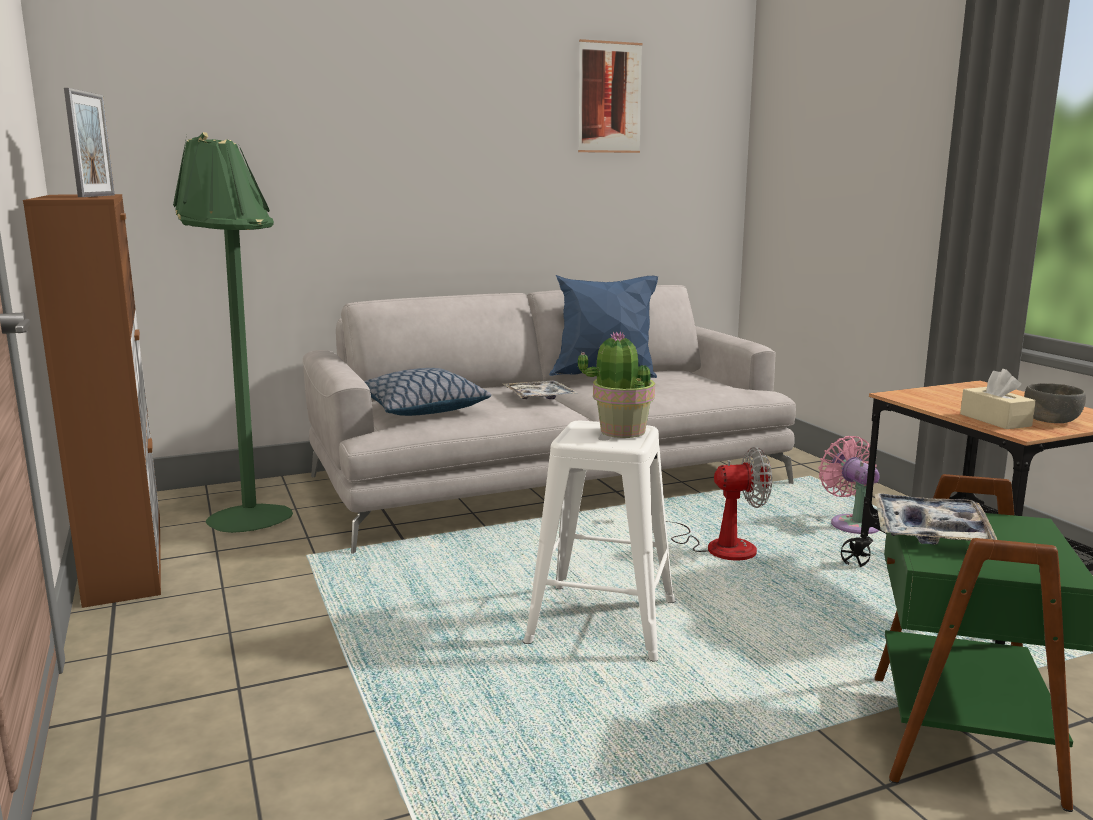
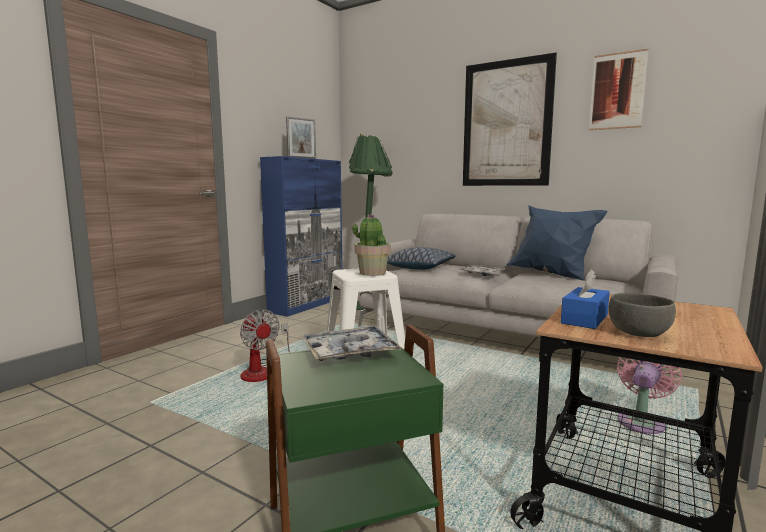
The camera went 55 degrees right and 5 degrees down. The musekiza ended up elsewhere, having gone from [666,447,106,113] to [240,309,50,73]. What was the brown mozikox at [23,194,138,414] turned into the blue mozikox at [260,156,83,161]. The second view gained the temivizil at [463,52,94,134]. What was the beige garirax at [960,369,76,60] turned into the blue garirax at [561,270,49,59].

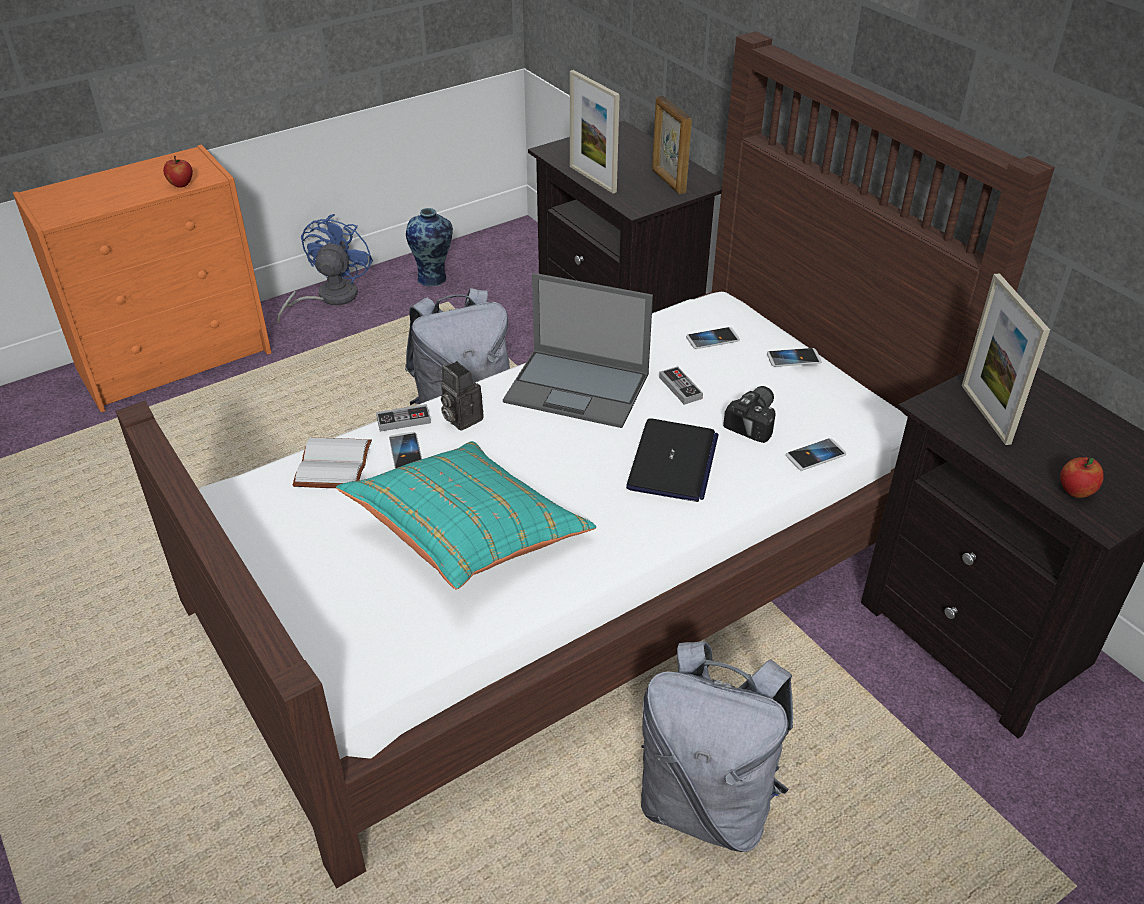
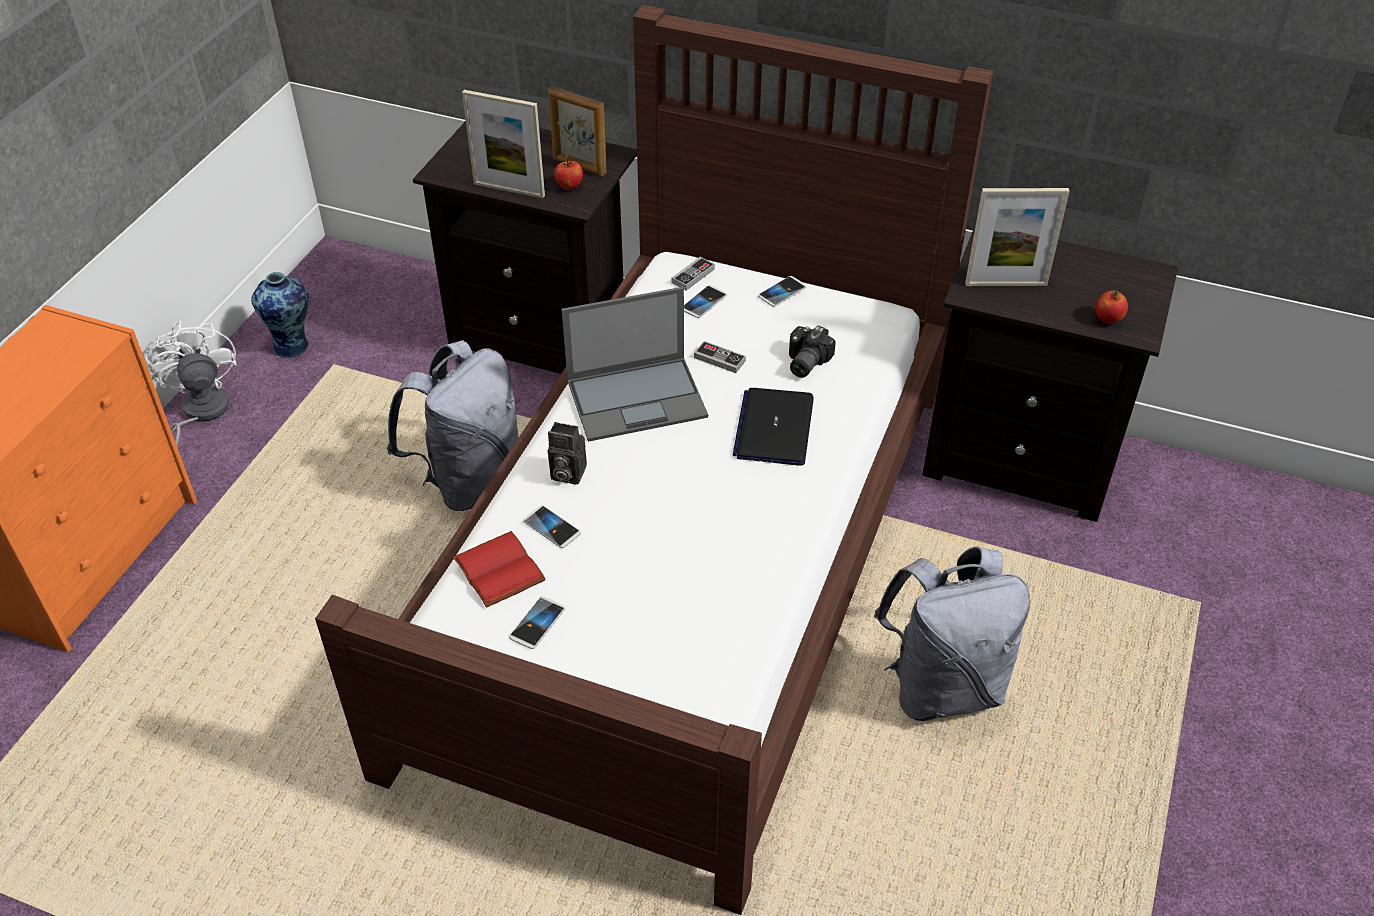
The camera went 35 degrees left and 5 degrees up. What was the blue musekiza at [277,214,96,109] turned into the white musekiza at [146,321,91,124]. What was the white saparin at [293,437,79,51] turned into the red saparin at [453,531,93,76]. The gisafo ended up elsewhere, having gone from [786,438,60,33] to [509,596,56,53]. The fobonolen ended up elsewhere, having gone from [163,156,30,32] to [554,159,29,31]. The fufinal ended up elsewhere, having gone from [376,404,55,28] to [672,257,43,34]. The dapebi at [626,418,92,84] ended up facing another way, 150 degrees counterclockwise from before. The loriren at [723,386,53,57] ended up facing another way, 150 degrees counterclockwise from before. The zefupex at [962,273,88,172] ended up facing another way, 45 degrees counterclockwise from before. The second view lost the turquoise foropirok at [336,441,260,148].

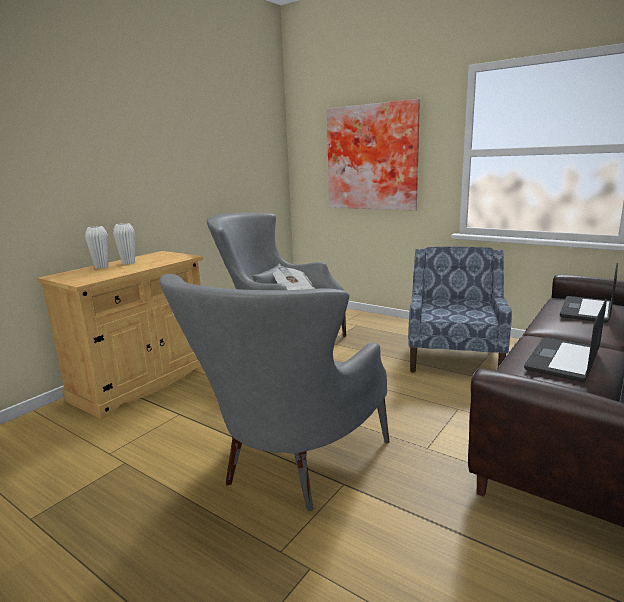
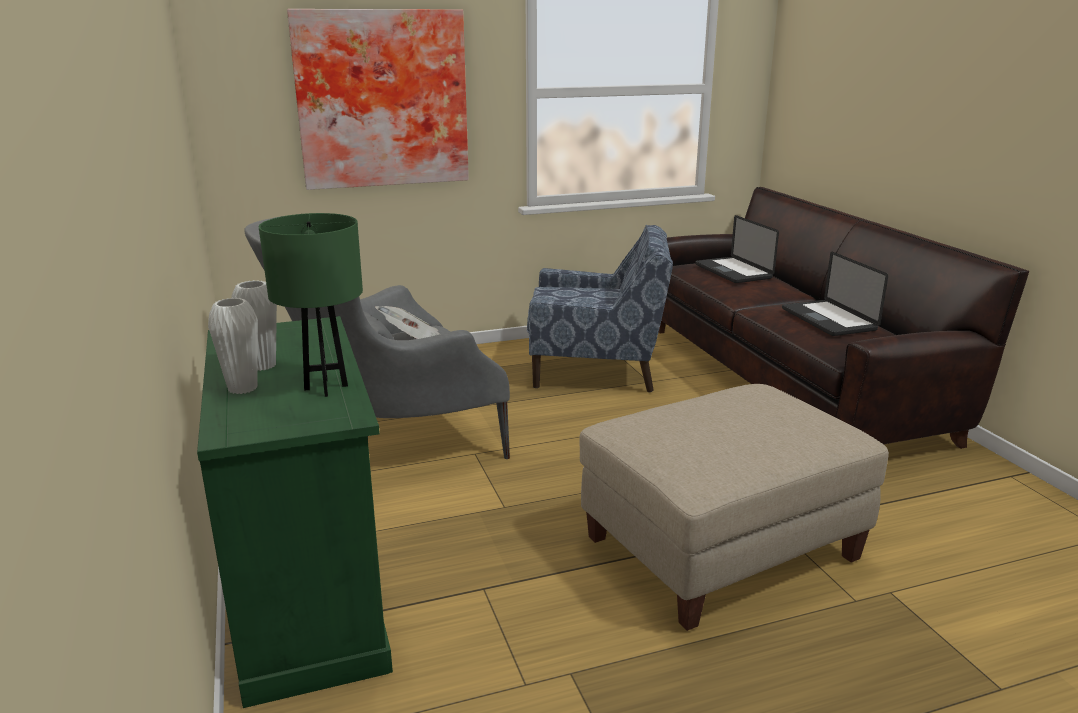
The camera went 55 degrees left and 5 degrees up. What was the beige mozikox at [37,251,166,168] turned into the green mozikox at [197,316,196,392]. The second view gained the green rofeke at [259,213,104,184]. The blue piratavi at [408,247,104,126] ended up facing another way, 135 degrees clockwise from before. Where the grey piratavi stood at [160,274,229,237], the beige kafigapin came to stand at [579,384,310,247].

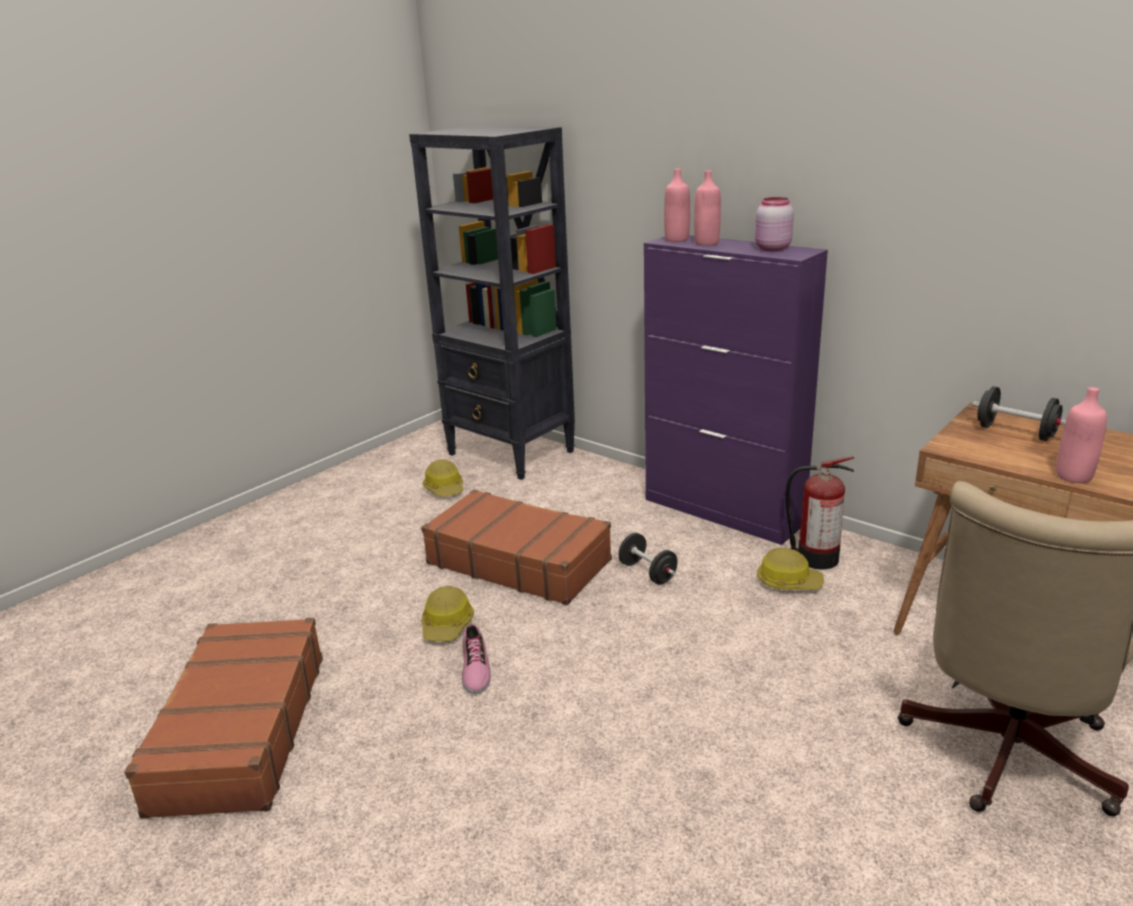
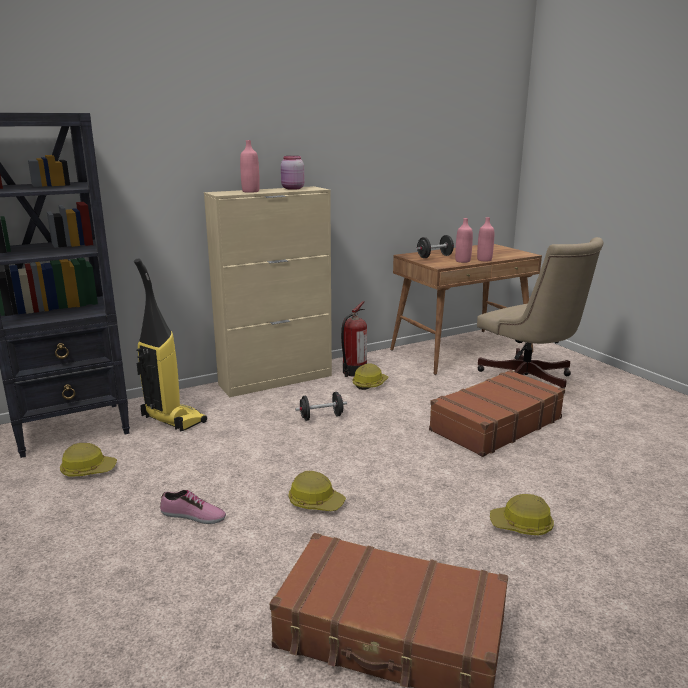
The camera went 70 degrees left and 5 degrees down. The second view gained the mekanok at [134,259,73,173]. The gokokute ended up elsewhere, having gone from [461,624,30,70] to [160,490,66,34]. What was the purple mozikox at [644,235,184,310] turned into the beige mozikox at [204,186,128,211]. The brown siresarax ended up elsewhere, having gone from [421,489,191,116] to [429,370,136,87]. The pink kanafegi ended up elsewhere, having gone from [664,169,26,73] to [455,218,18,45]. The second view gained the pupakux at [490,494,64,42].

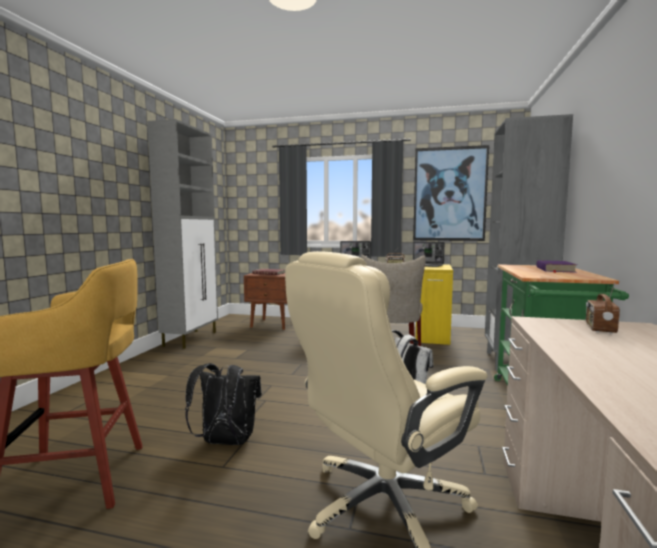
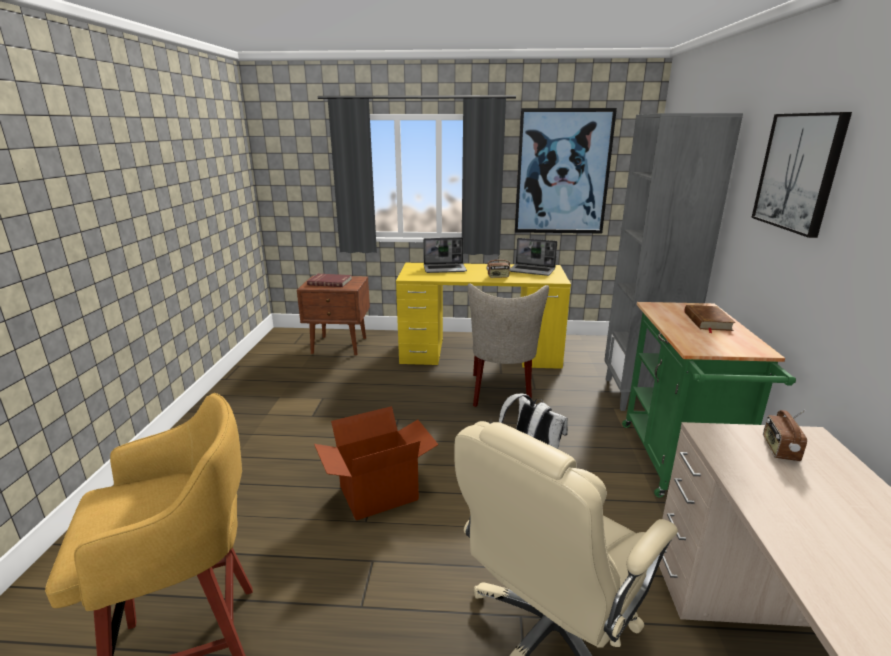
The camera went 10 degrees left and 15 degrees up. The second view gained the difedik at [314,406,125,114]. What was the purple saparin at [536,260,41,13] turned into the brown saparin at [684,305,52,28]. The second view gained the temivizil at [751,112,101,126]. The second view lost the grey mozikox at [147,119,71,230]. The second view lost the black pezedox at [185,363,77,82].

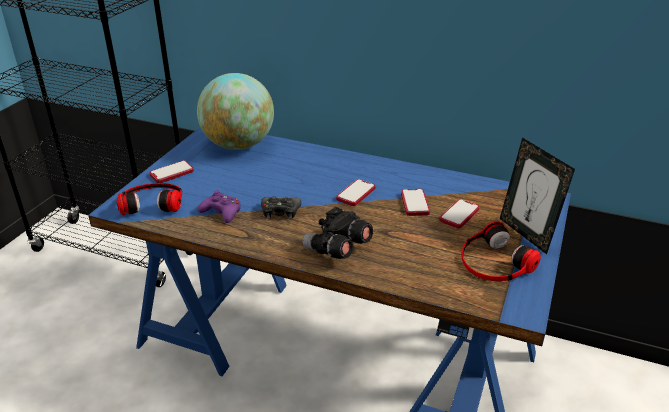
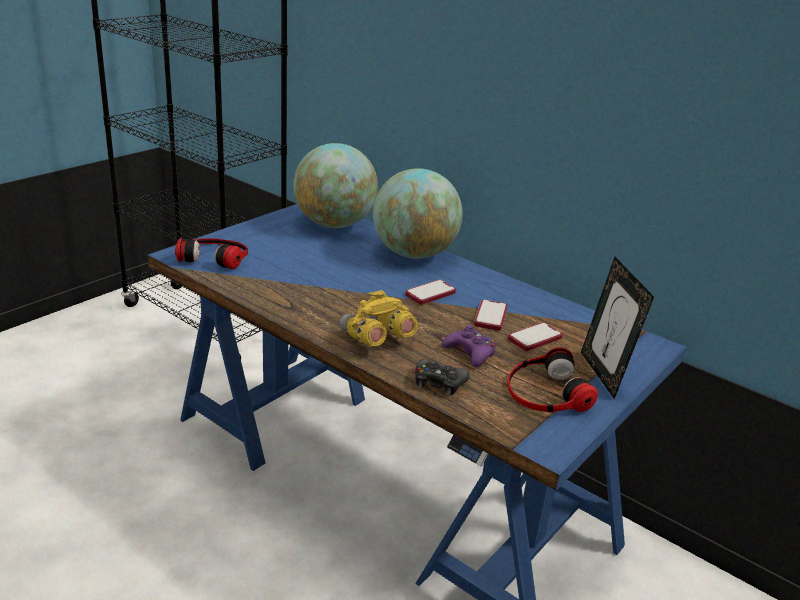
The camera went 15 degrees right and 5 degrees down. What was the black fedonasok at [302,207,71,52] turned into the yellow fedonasok at [339,290,79,56]. The second view gained the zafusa at [373,168,90,91]. The black fufinal ended up elsewhere, having gone from [261,196,41,23] to [415,359,55,37]. The purple fufinal ended up elsewhere, having gone from [197,190,44,33] to [442,325,54,42]. The second view lost the gisafo at [149,161,45,22].

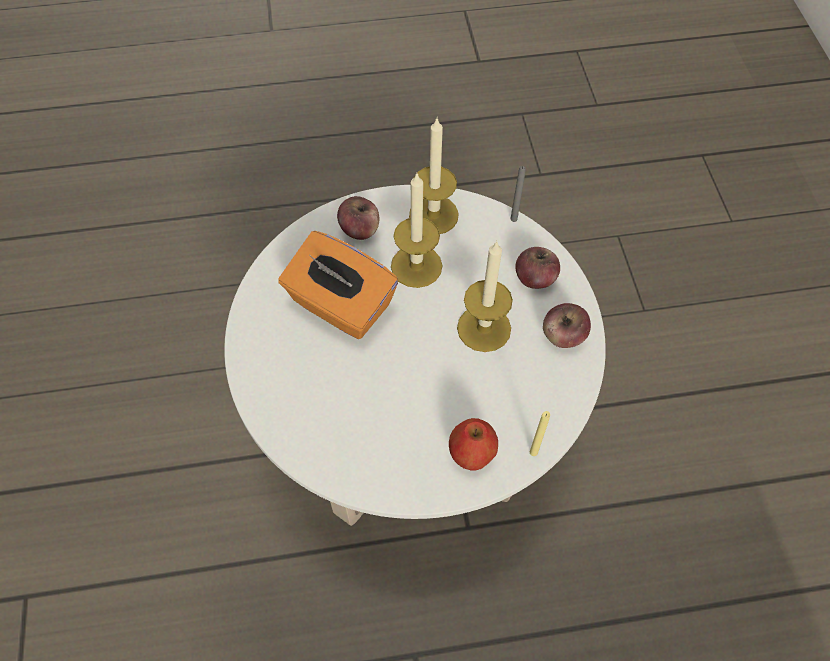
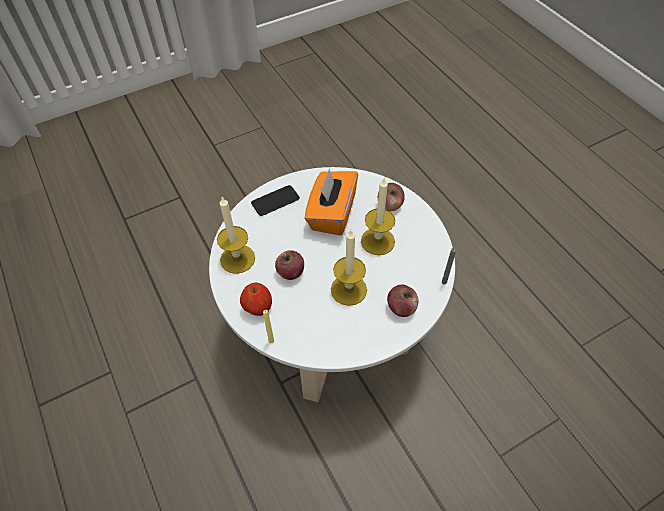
The camera went 70 degrees right and 5 degrees down. The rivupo ended up elsewhere, having gone from [409,118,50,116] to [217,197,38,77]. The second view gained the gisafo at [251,185,49,31]. The fobonolen ended up elsewhere, having gone from [543,303,48,45] to [275,250,29,30].

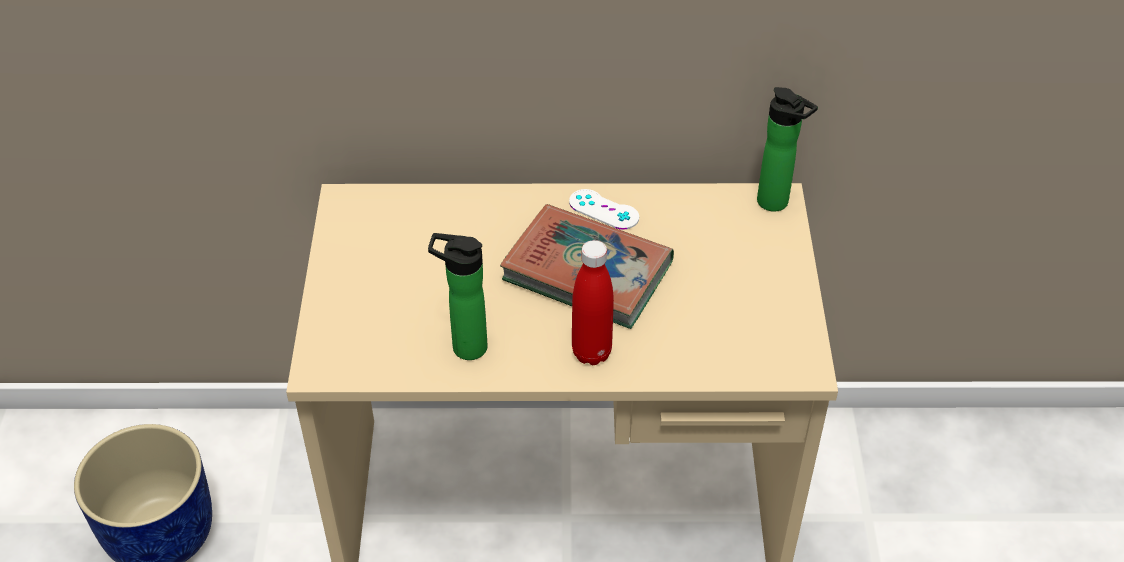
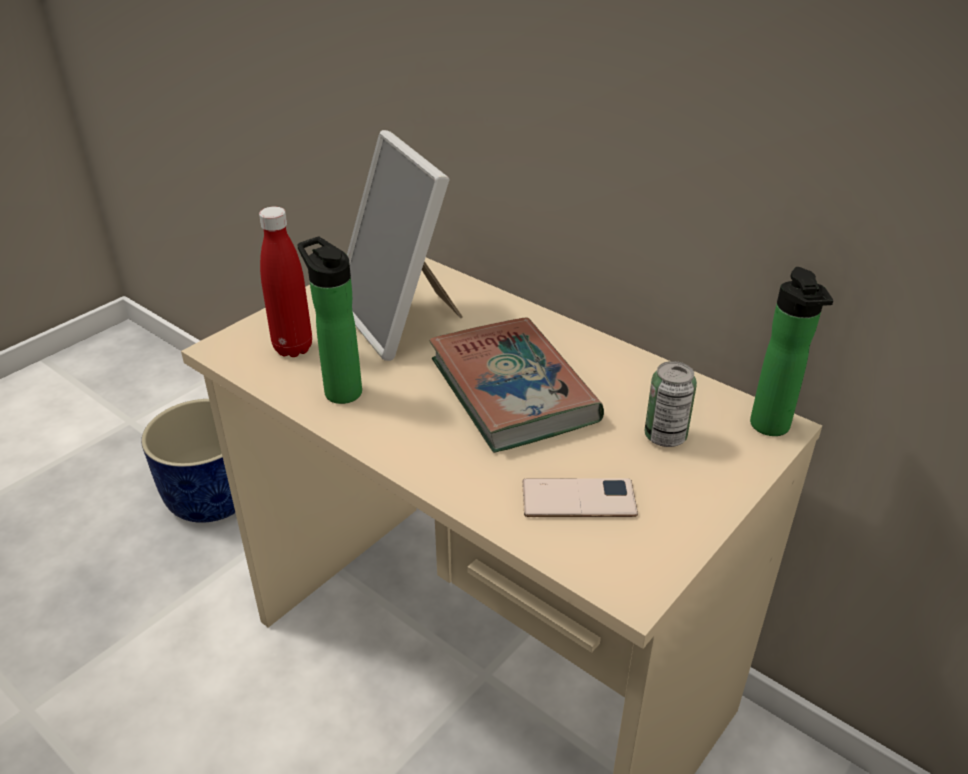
The camera went 40 degrees right and 10 degrees down. The red kanafegi ended up elsewhere, having gone from [572,240,42,125] to [259,207,53,150]. The second view gained the zefupex at [347,130,116,231]. The second view gained the gisafo at [522,478,116,39]. The second view gained the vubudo at [645,361,52,86]. The second view lost the white fufinal at [569,189,70,41].

